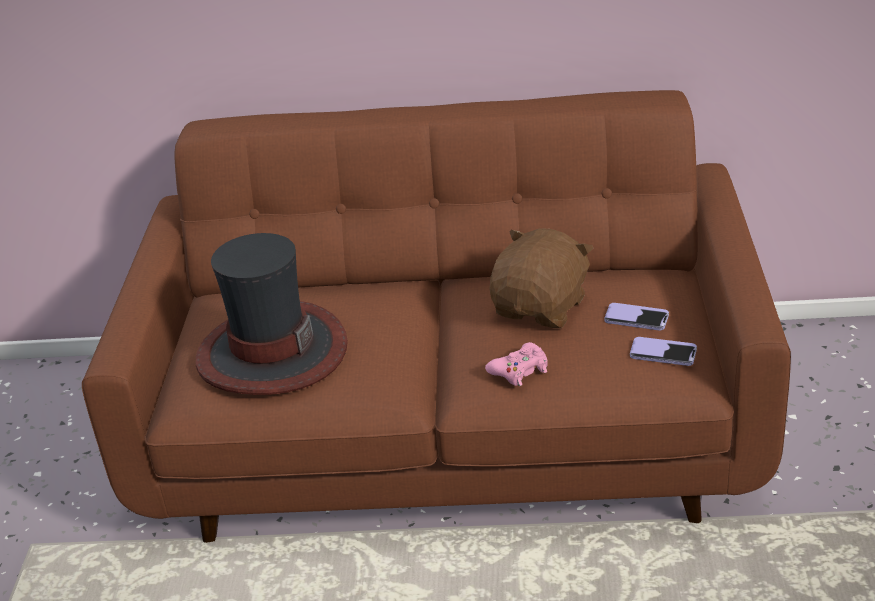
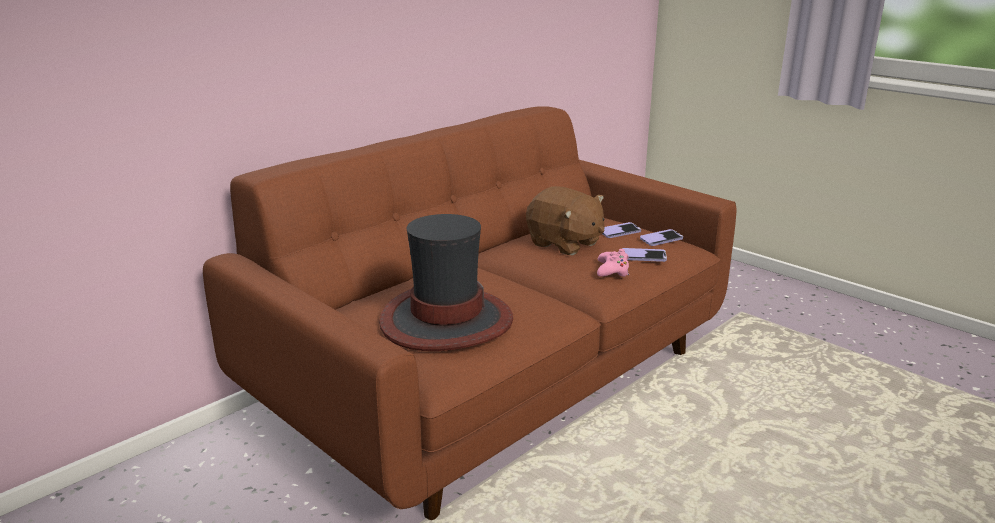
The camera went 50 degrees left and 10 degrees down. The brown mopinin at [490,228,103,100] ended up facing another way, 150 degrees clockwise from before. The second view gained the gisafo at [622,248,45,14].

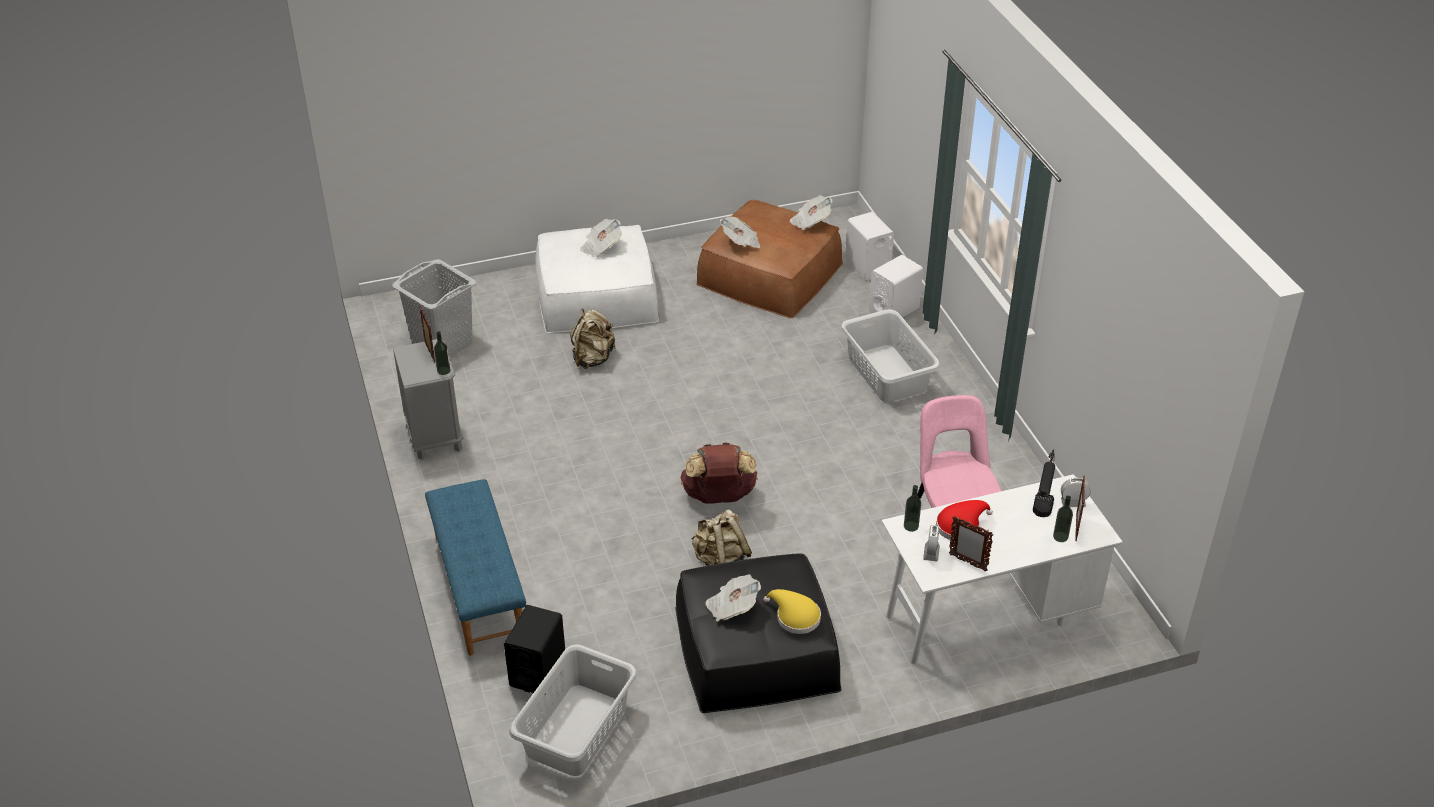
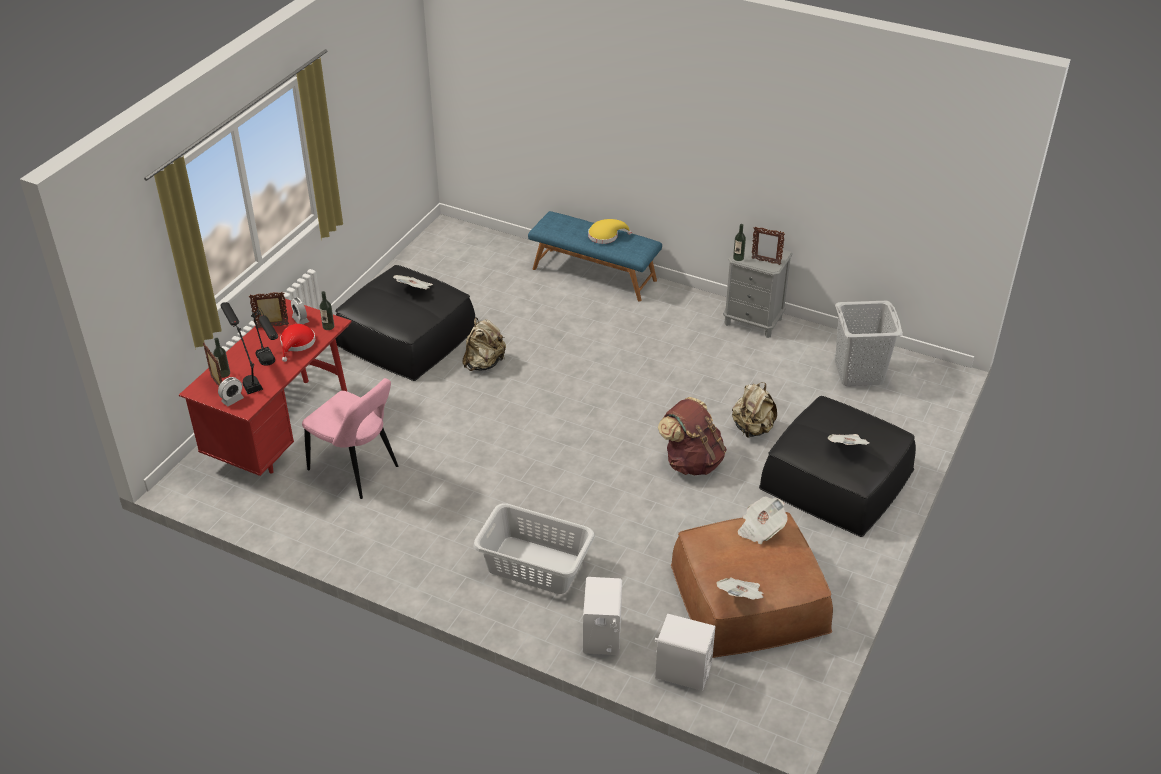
The camera went 135 degrees right and 0 degrees up. What was the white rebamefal at [881,474,242,190] turned into the red rebamefal at [179,299,173,177]. The second view gained the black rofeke at [251,307,27,59]. The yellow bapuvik ended up elsewhere, having gone from [763,589,58,45] to [588,219,44,25]. The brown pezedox ended up elsewhere, having gone from [680,442,78,62] to [658,397,69,78]. What was the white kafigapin at [535,225,124,108] turned into the black kafigapin at [759,396,157,141]. The second view lost the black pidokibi at [504,605,61,88]. The second view lost the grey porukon at [509,644,128,132].

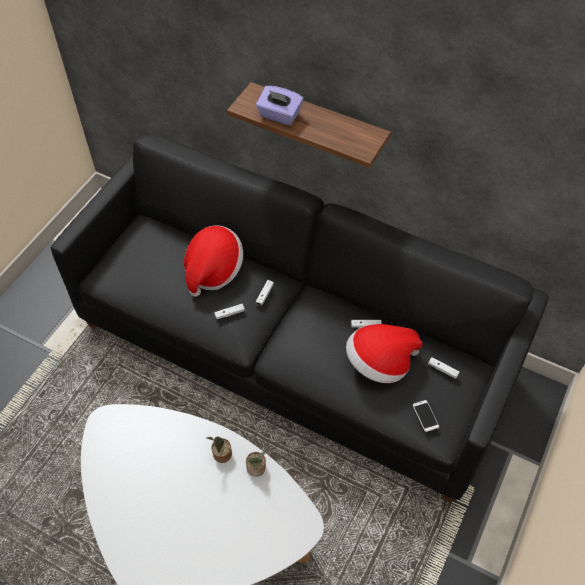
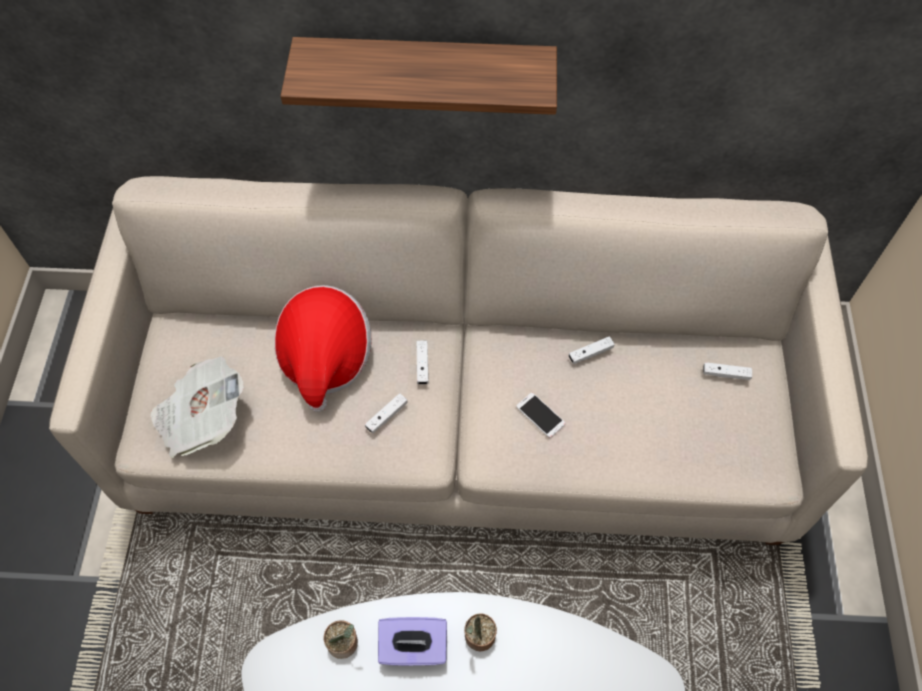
The camera went 25 degrees left and 5 degrees up. What was the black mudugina at [50,134,499,369] turned into the beige mudugina at [49,176,819,369]. The second view gained the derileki at [150,356,94,102]. The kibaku ended up elsewhere, having gone from [246,451,20,26] to [323,620,35,39]. The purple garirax ended up elsewhere, having gone from [256,86,47,39] to [378,617,69,49]. The gisafo ended up elsewhere, having gone from [413,400,26,32] to [516,393,49,45]. The second view lost the bapuvik at [346,324,77,59].

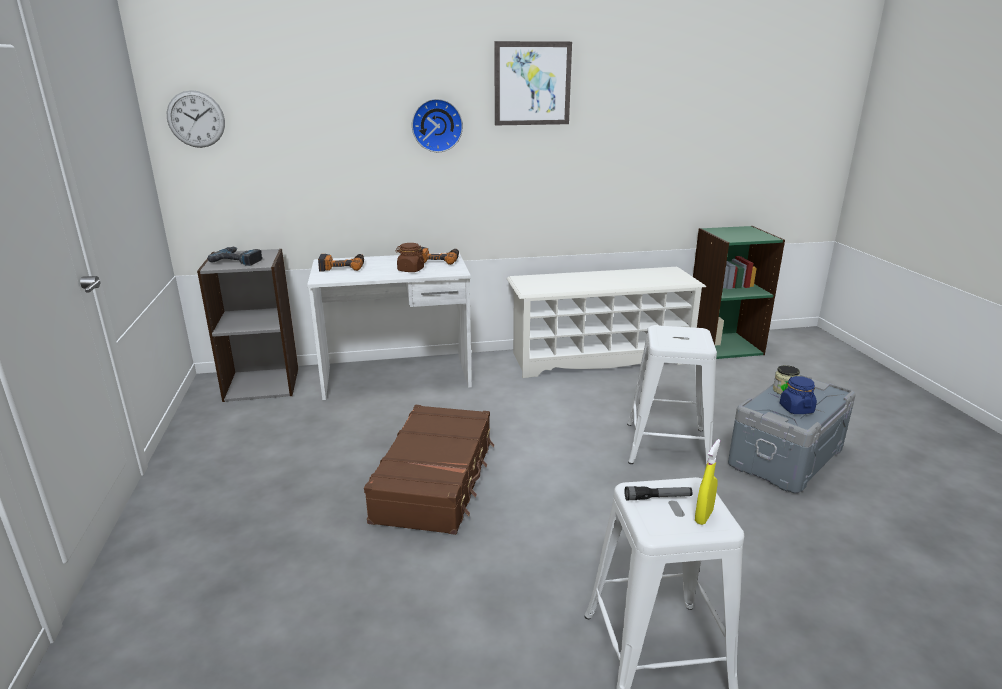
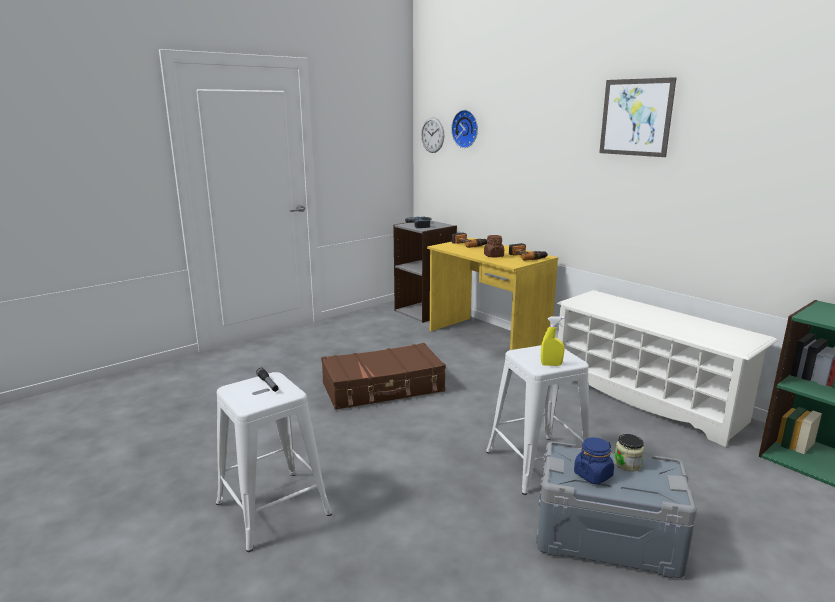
The camera went 60 degrees right and 5 degrees down. What was the white rebamefal at [307,253,165,147] turned into the yellow rebamefal at [427,238,131,112]. The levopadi ended up elsewhere, having gone from [412,99,51,53] to [451,110,27,38]. The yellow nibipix ended up elsewhere, having gone from [695,439,26,86] to [541,316,23,50].

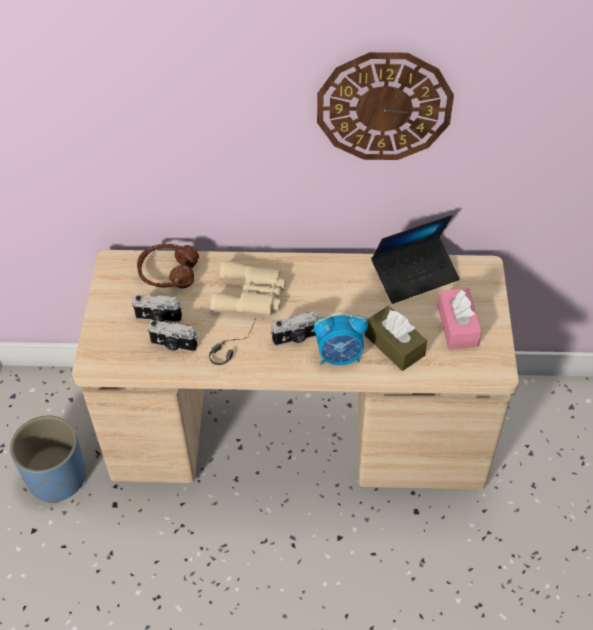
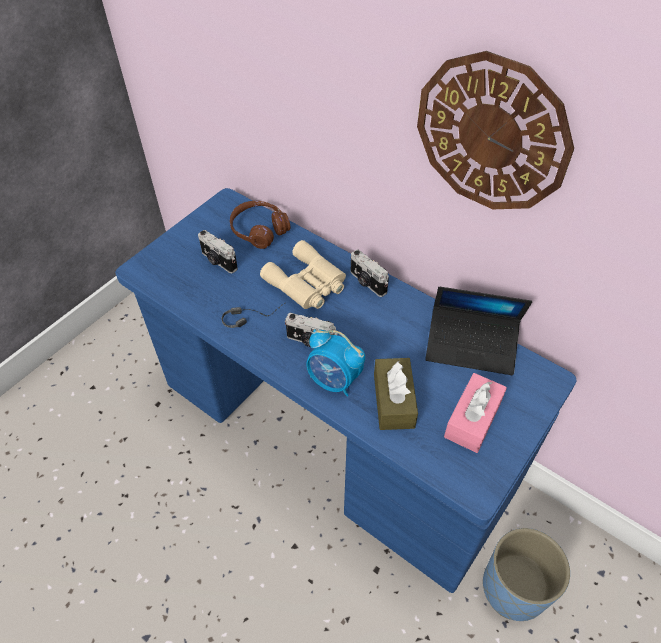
The camera went 35 degrees right and 0 degrees up. What was the beige rebamefal at [72,250,447,239] turned into the blue rebamefal at [115,188,462,405]. The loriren ended up elsewhere, having gone from [148,320,50,32] to [350,249,39,48]. The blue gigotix ended up elsewhere, having gone from [10,415,76,88] to [483,528,87,93].

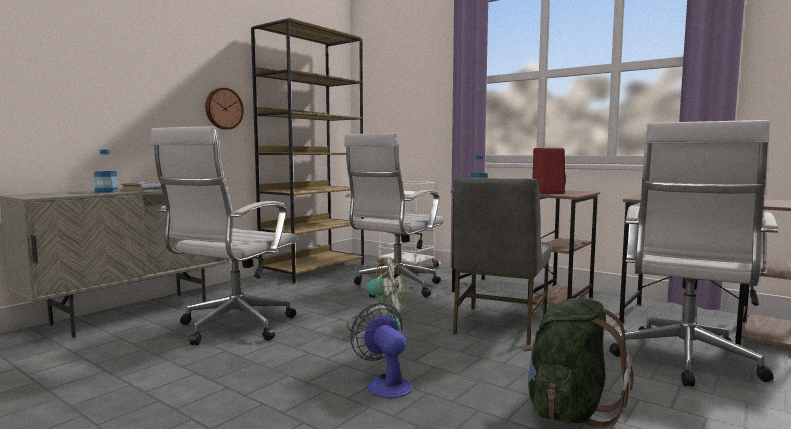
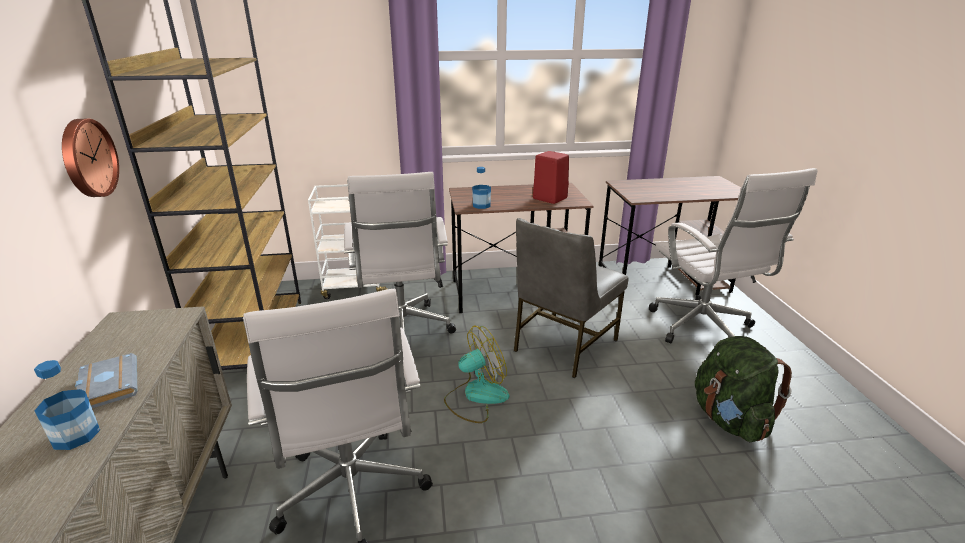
The camera went 45 degrees left and 20 degrees up. The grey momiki at [453,178,98,167] ended up facing another way, 60 degrees clockwise from before. The second view lost the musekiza at [350,303,62,96].

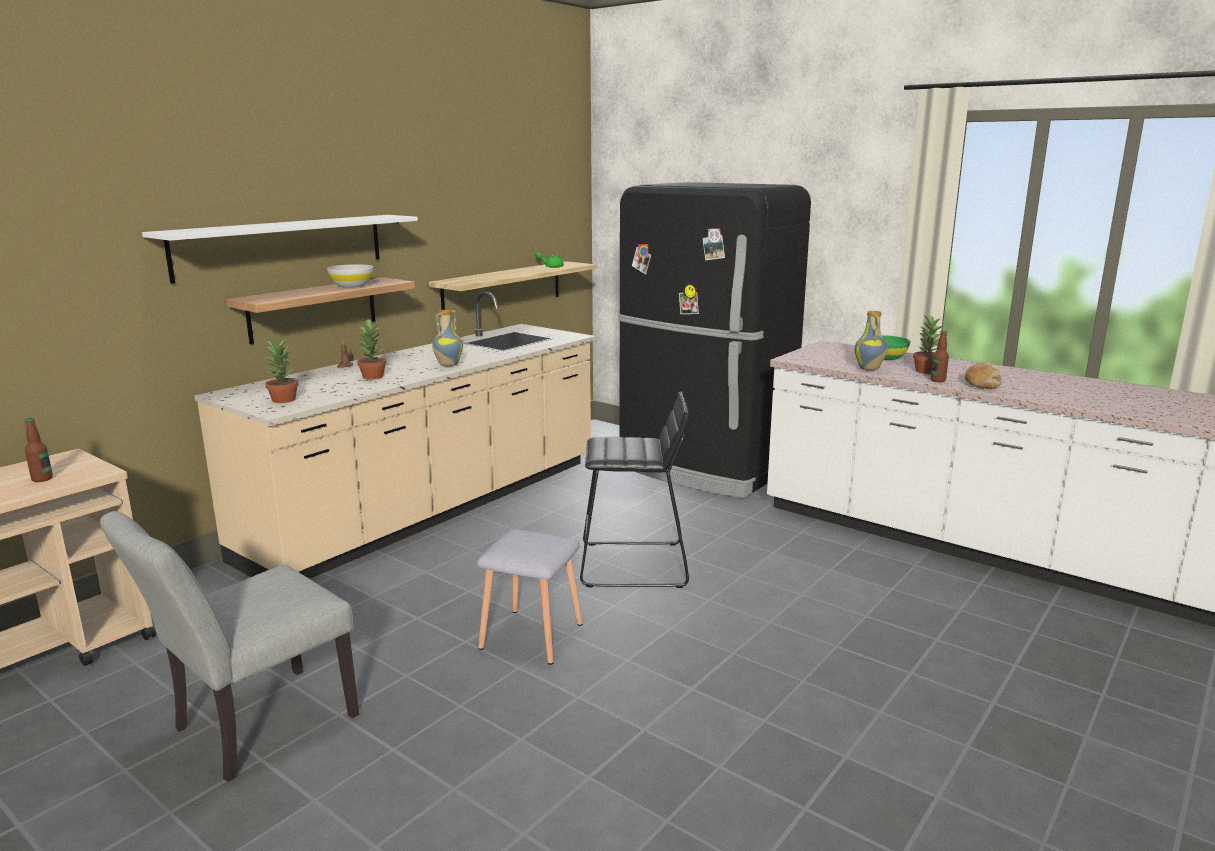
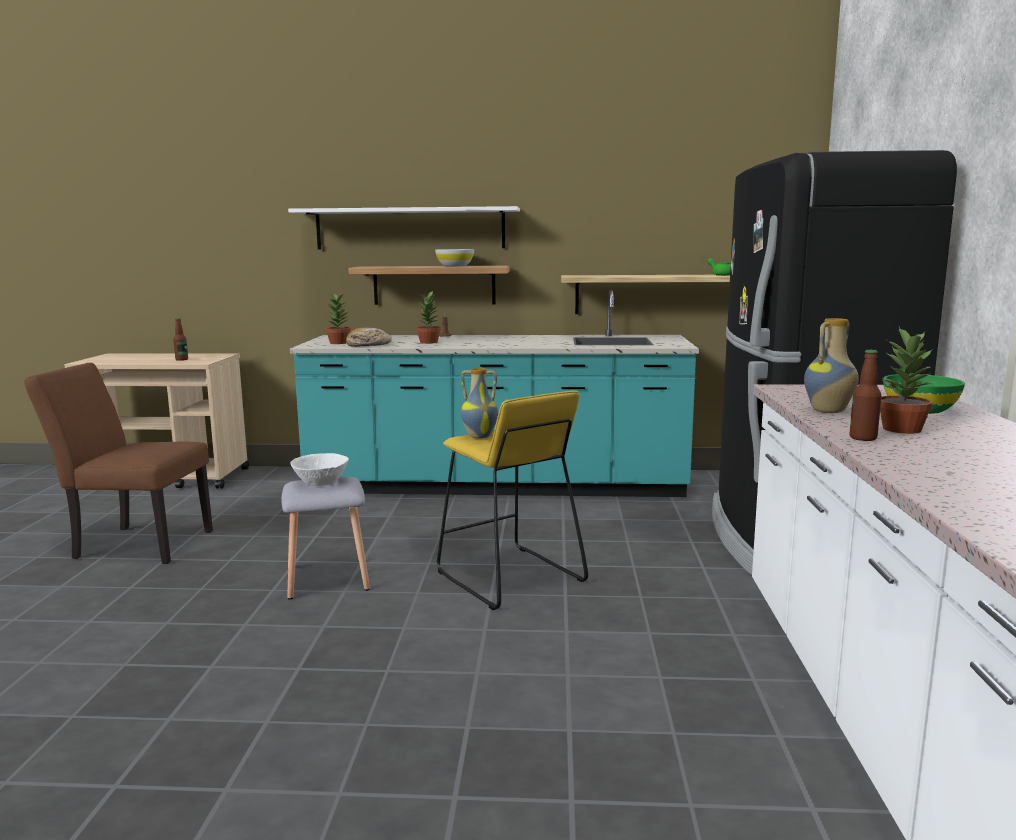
The camera went 55 degrees right and 5 degrees down. What was the grey momiki at [100,511,259,271] turned into the brown momiki at [24,363,189,201]. What was the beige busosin at [194,292,402,287] turned into the turquoise busosin at [290,290,409,207]. The second view gained the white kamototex at [290,453,59,33]. The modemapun ended up elsewhere, having gone from [965,362,37,27] to [346,327,45,20]. What was the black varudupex at [580,392,109,196] turned into the yellow varudupex at [437,390,151,220]. The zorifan ended up elsewhere, having gone from [432,309,31,57] to [461,368,37,70].

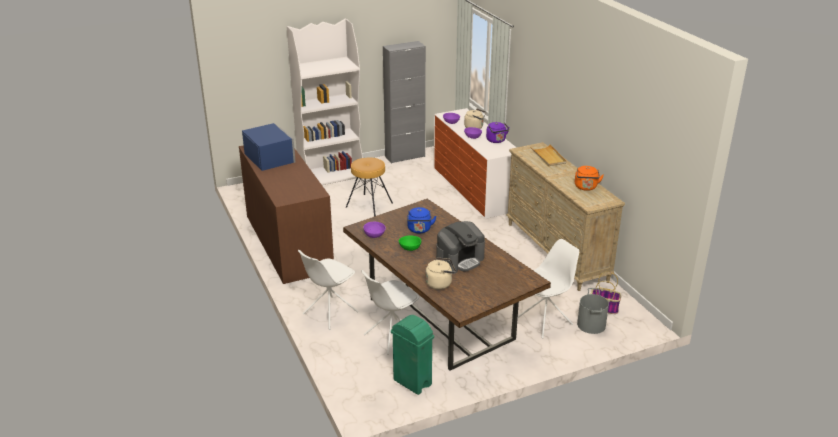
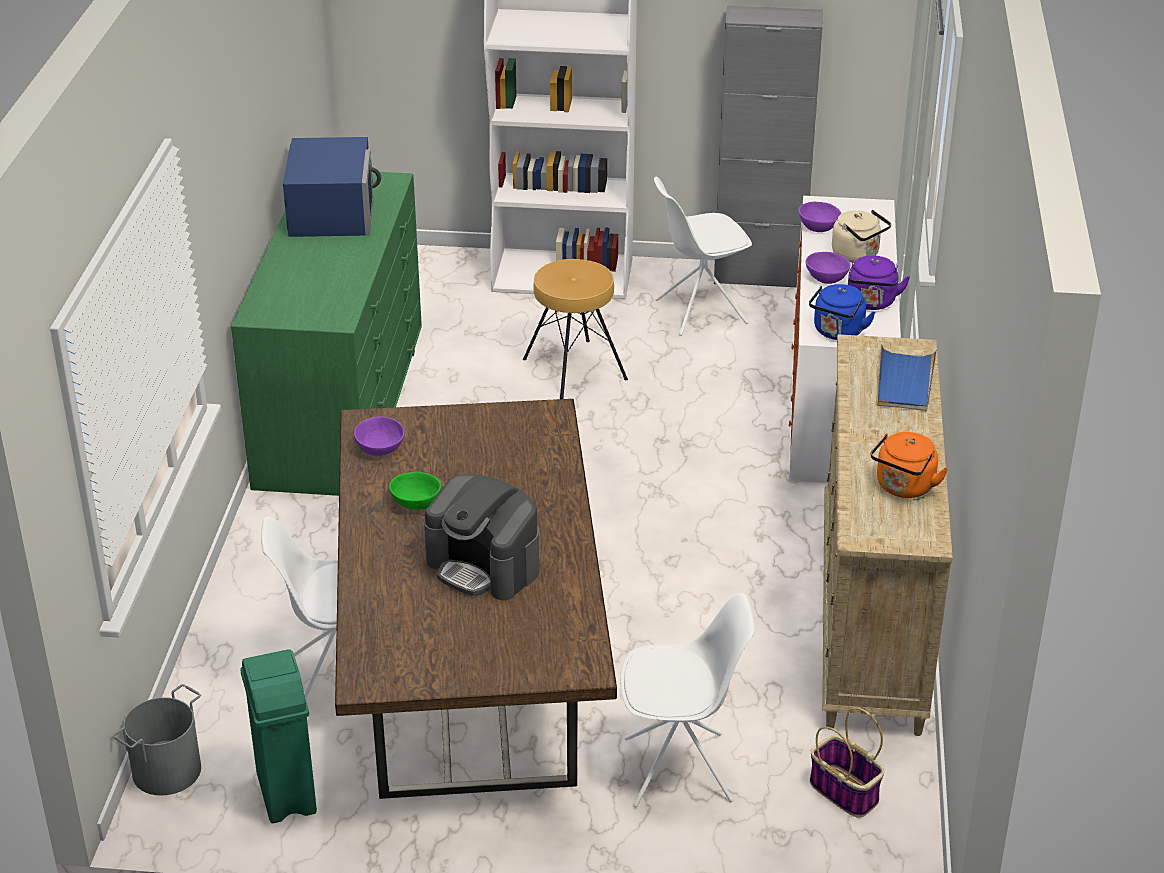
The camera went 30 degrees right and 5 degrees up. The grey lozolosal ended up elsewhere, having gone from [577,288,32,46] to [113,684,88,112]. What was the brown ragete at [239,145,95,139] turned into the green ragete at [231,172,191,324]. The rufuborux at [436,221,49,52] ended up facing another way, 45 degrees clockwise from before. The white momiki ended up elsewhere, having gone from [298,250,61,80] to [654,177,98,159]. The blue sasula ended up elsewhere, having gone from [407,207,30,27] to [809,284,67,56]. What was the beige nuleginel at [530,145,37,21] turned into the blue nuleginel at [877,345,60,66]. The second view lost the beige sasula at [426,258,30,31].

